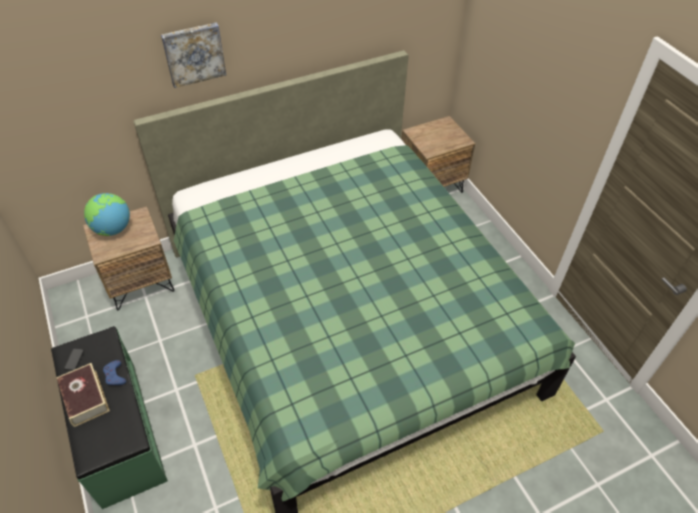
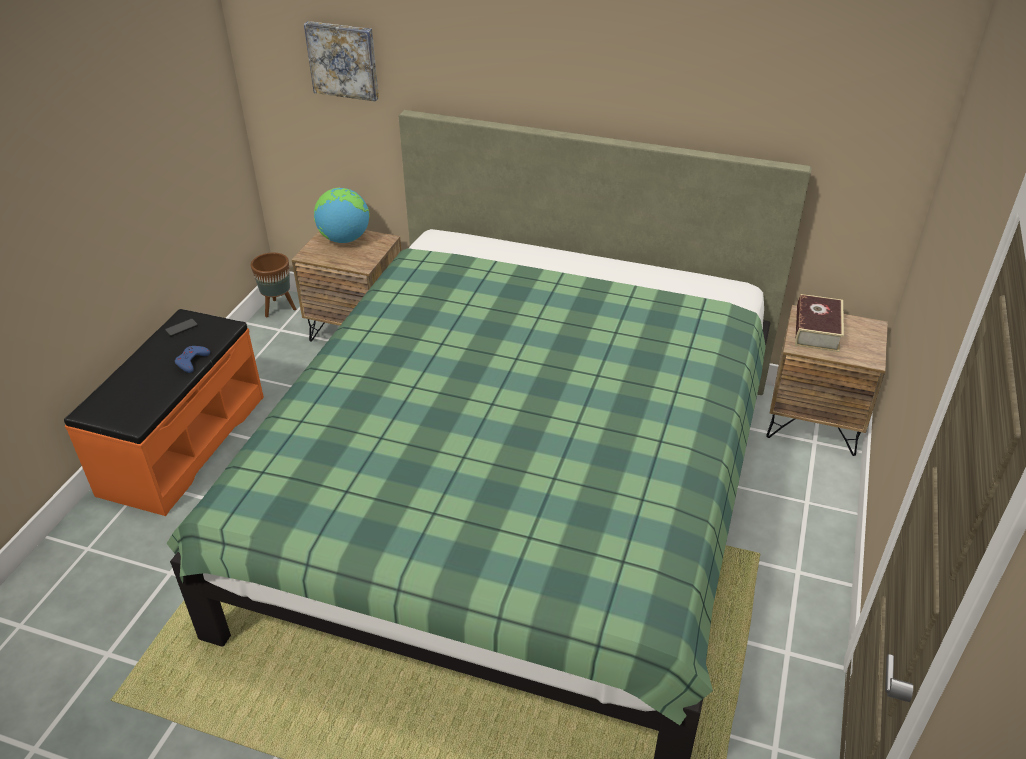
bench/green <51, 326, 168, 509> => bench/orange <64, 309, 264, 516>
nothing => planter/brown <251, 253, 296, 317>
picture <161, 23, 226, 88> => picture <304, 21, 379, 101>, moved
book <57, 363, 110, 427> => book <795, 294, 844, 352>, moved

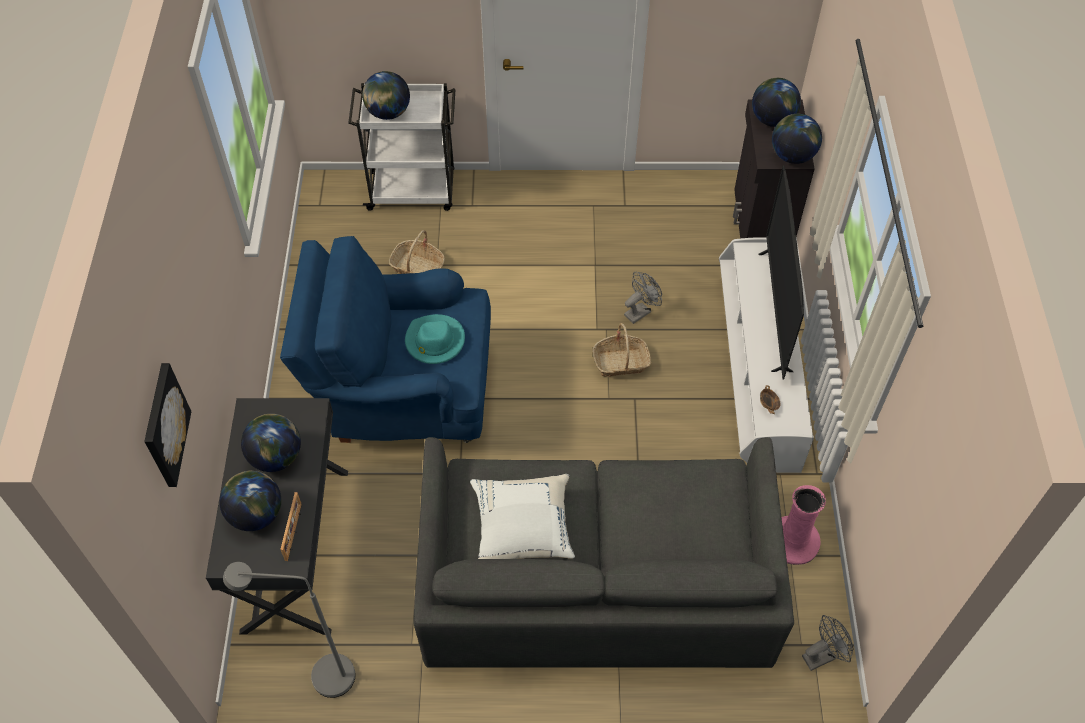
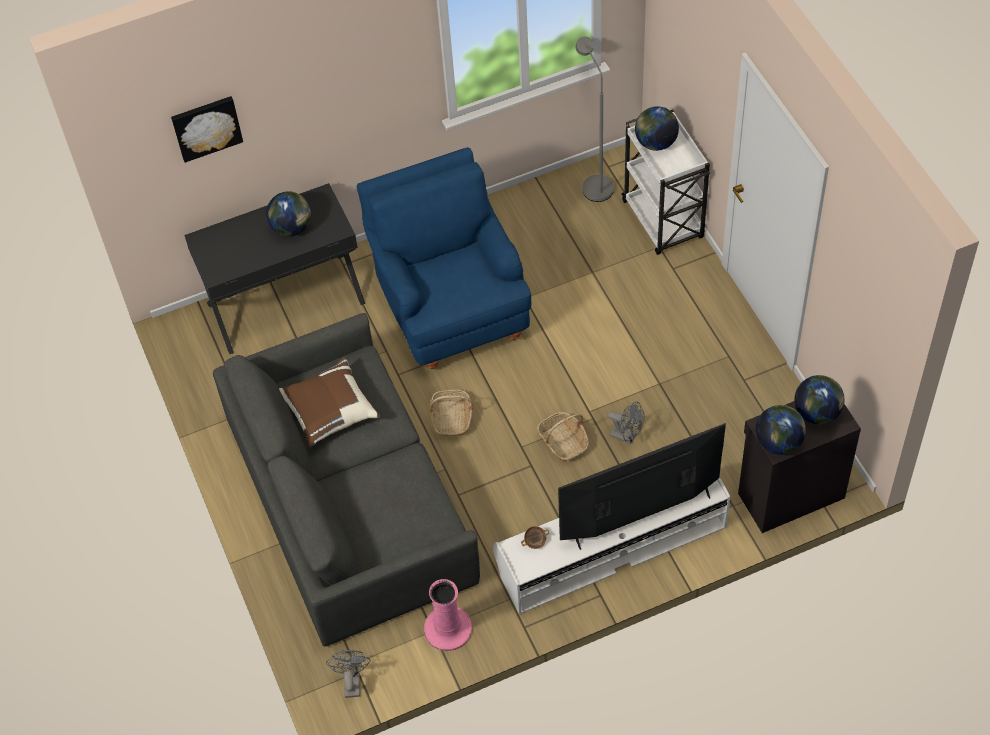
pillow/white <470, 474, 575, 559> => pillow/brown <279, 357, 380, 447>
fan/grey <802, 615, 853, 671> => fan/grey <326, 650, 370, 698>, 135 degrees counterclockwise
basket <389, 230, 445, 274> => basket <430, 390, 473, 436>, moved
floor lamp/grey <223, 562, 356, 698> => floor lamp/grey <575, 37, 614, 202>, moved
globe <219, 471, 281, 531> => nothing
picture frame <280, 492, 302, 561> => nothing
hat/turquoise <405, 314, 465, 364> => nothing

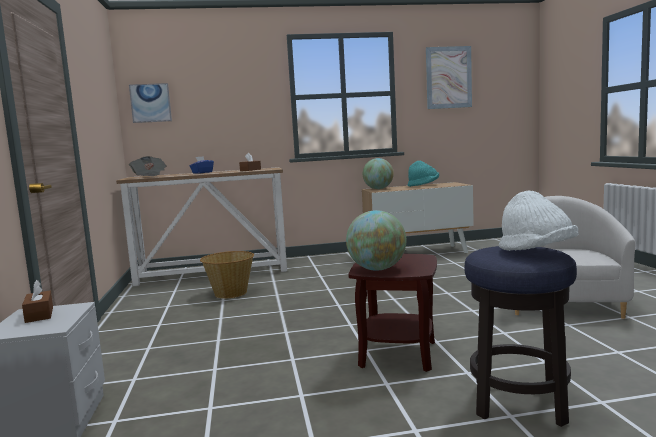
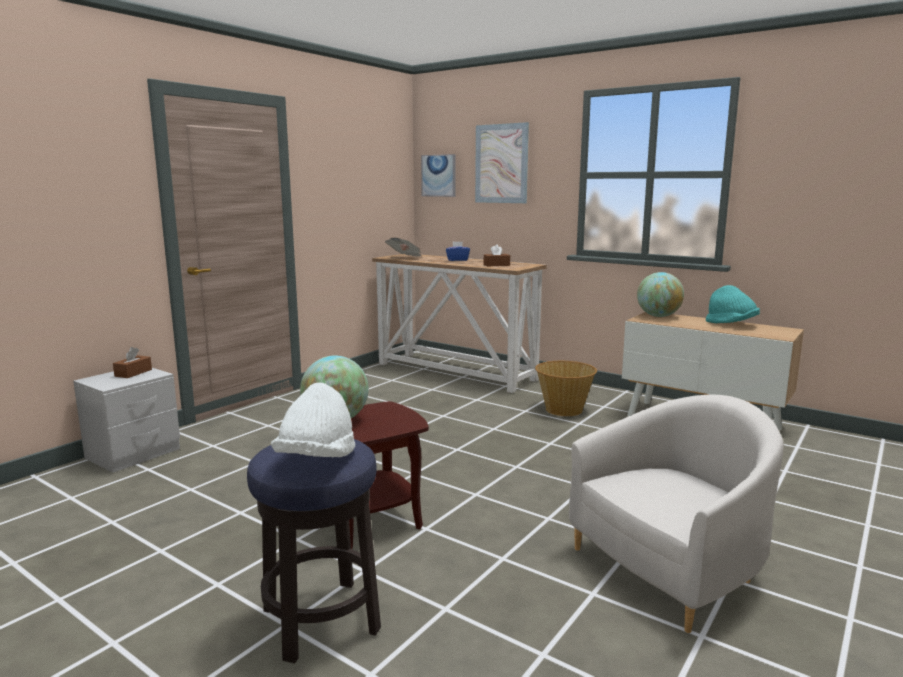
picture <426, 46, 472, 109> => picture <475, 122, 529, 203>, moved
basket <200, 251, 254, 298> => basket <535, 361, 597, 416>, moved

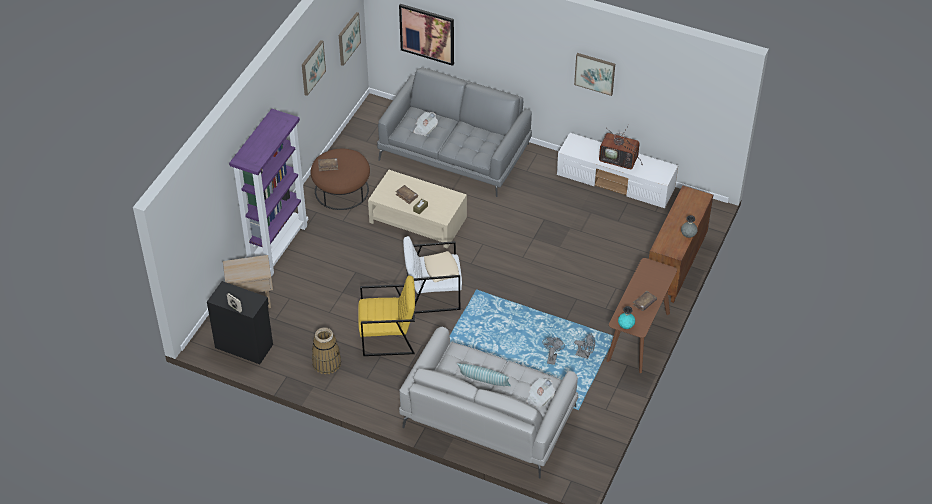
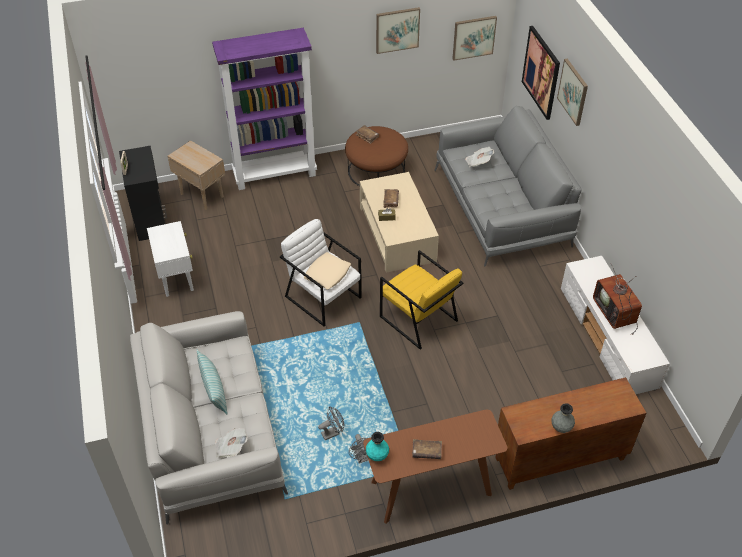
basket <312, 327, 341, 375> => side table/white <147, 221, 194, 297>
armchair/yellow <358, 275, 415, 356> => armchair/yellow <380, 250, 463, 350>, moved
picture <574, 53, 615, 96> => picture <557, 59, 588, 126>, moved

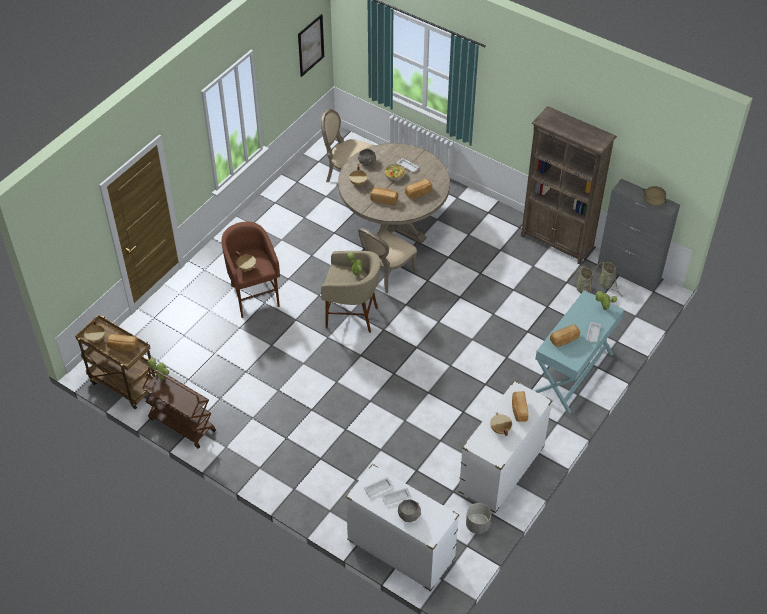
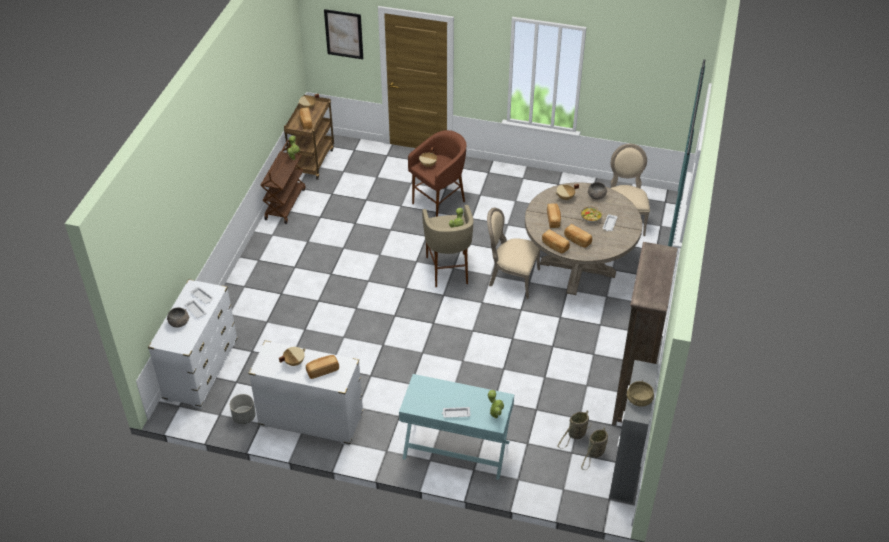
picture <298, 14, 324, 77> => picture <324, 9, 363, 59>, moved
bread <550, 324, 580, 347> => bread <542, 229, 570, 253>, moved

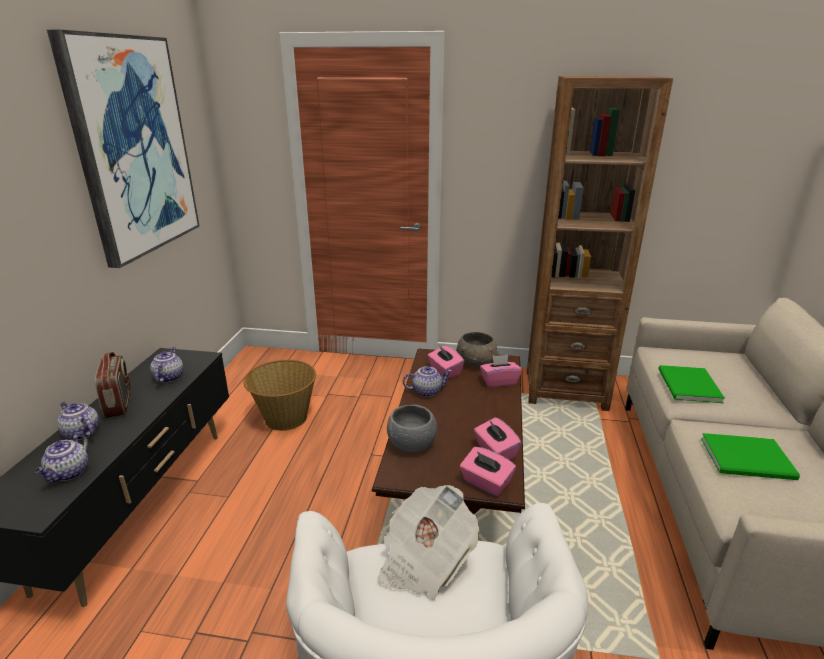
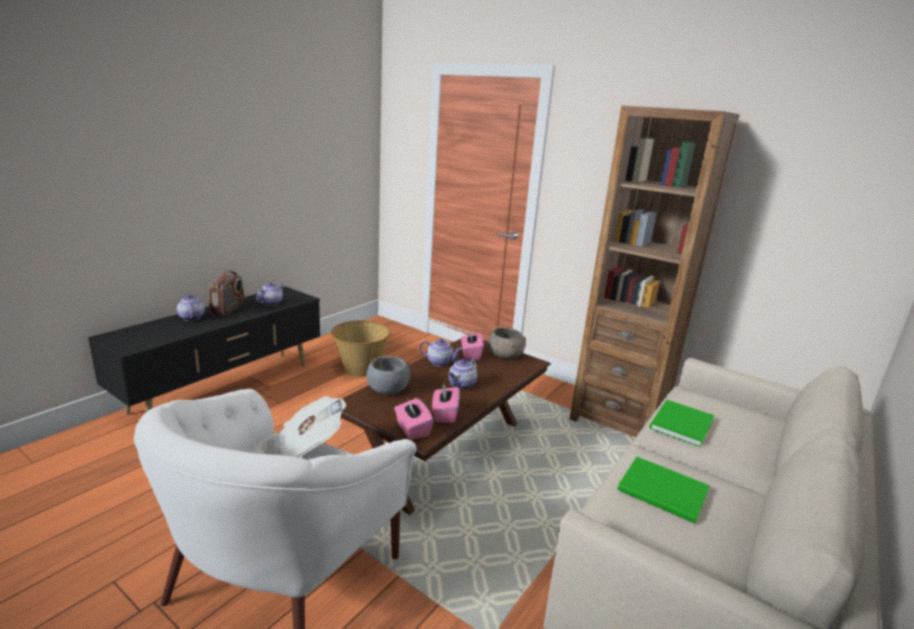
teapot <35, 432, 88, 483> => teapot <449, 358, 477, 389>, moved
picture <47, 30, 200, 268> => nothing
tissue box/pink <480, 355, 522, 387> => nothing

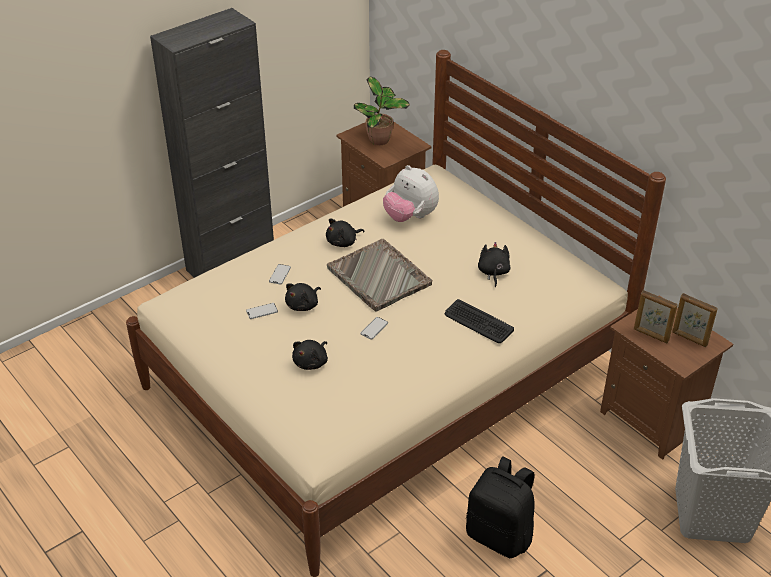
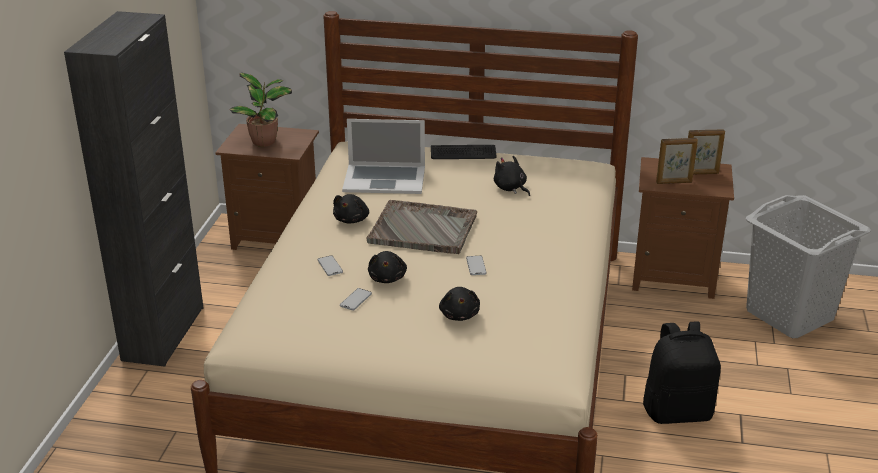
plush toy <383, 165, 439, 222> => laptop <342, 119, 425, 194>
keyboard <445, 299, 514, 343> => keyboard <431, 145, 496, 159>, moved

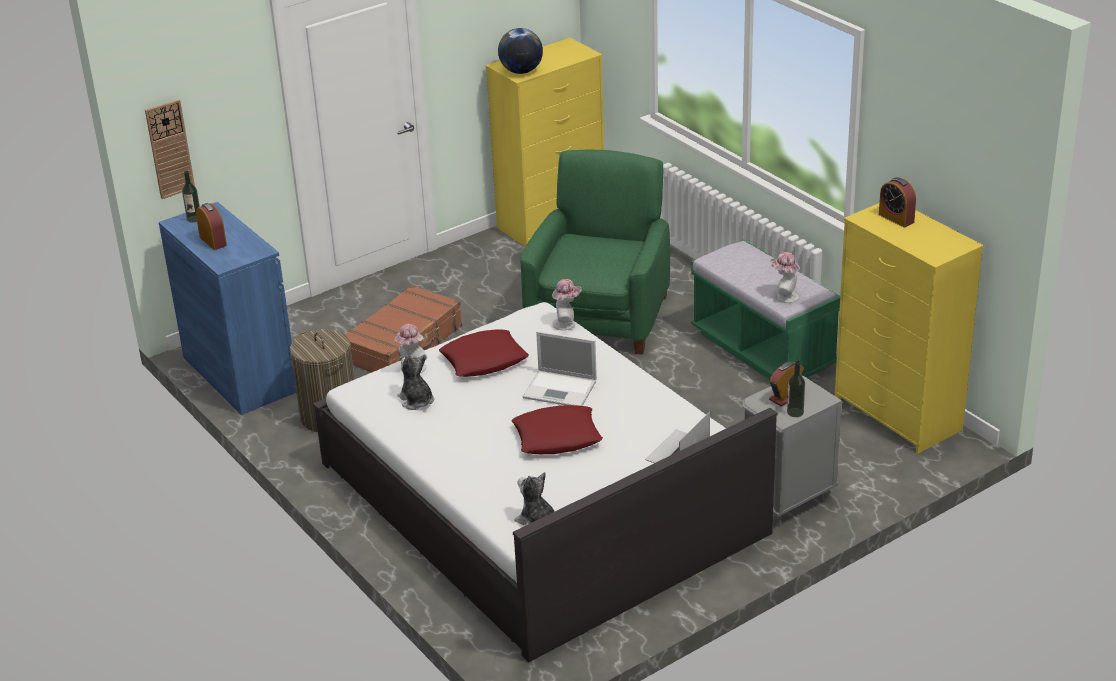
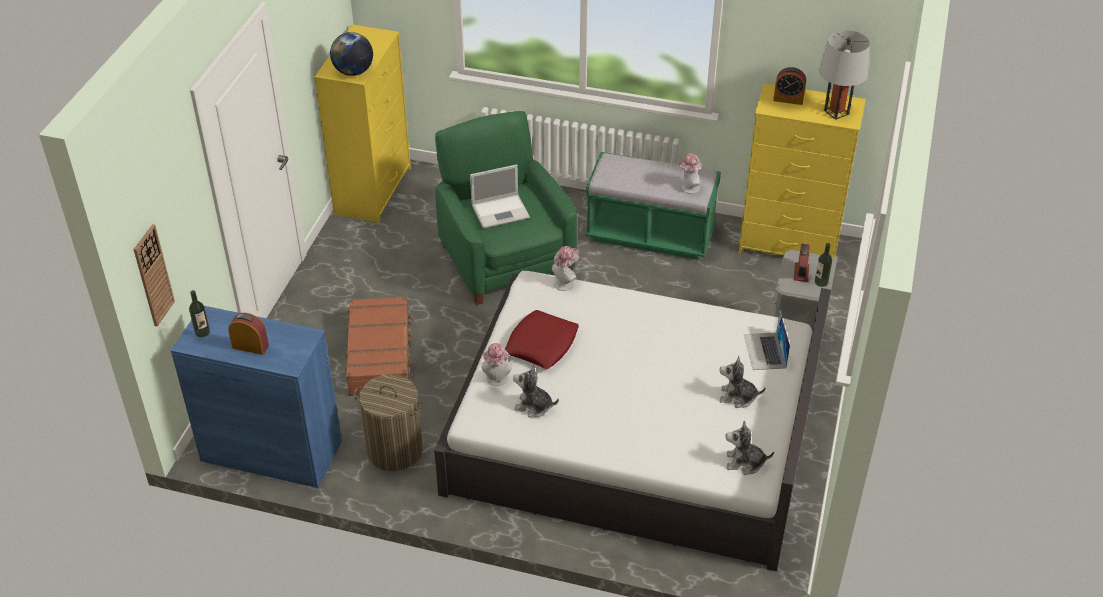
laptop <523, 331, 597, 406> => laptop <470, 164, 530, 229>, moved
nothing => plush toy <720, 356, 766, 408>
nothing => table lamp/grey <819, 30, 870, 120>
pillow/red <512, 405, 603, 454> => nothing

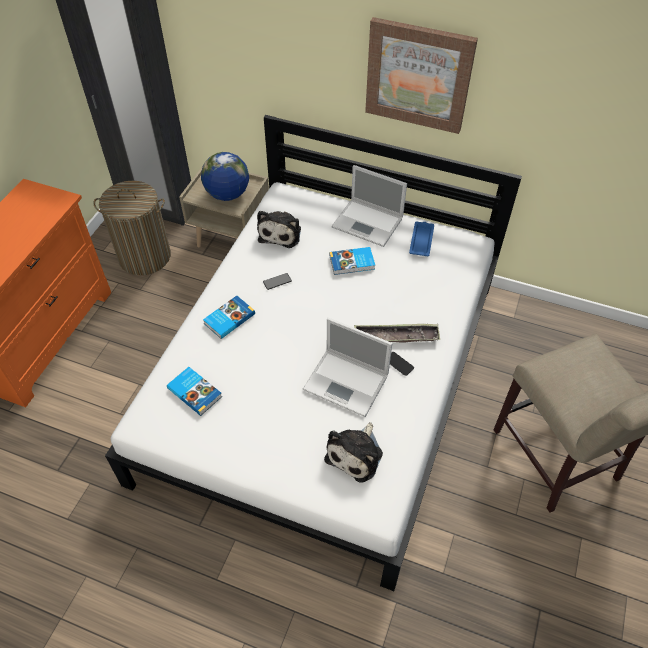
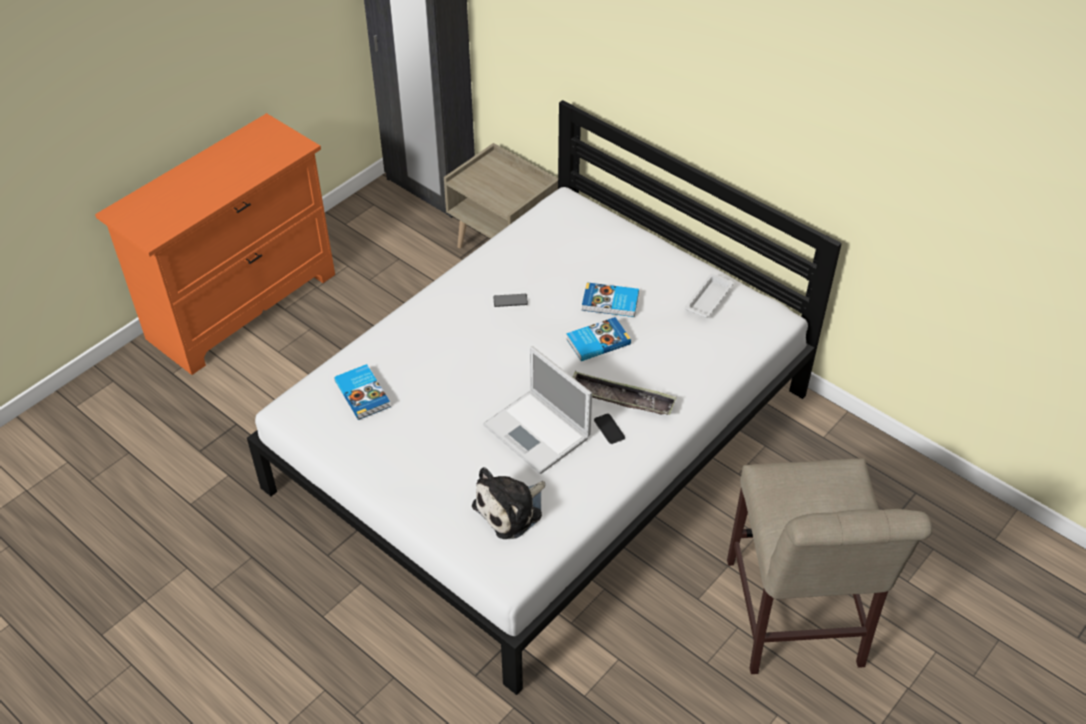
book <203, 296, 255, 339> => book <567, 317, 631, 361>, moved
tray/blue <409, 222, 434, 256> => tray/white <685, 274, 733, 318>
laundry basket <94, 181, 171, 275> => nothing
globe <201, 152, 249, 201> => nothing
plush toy <257, 211, 301, 248> => nothing
laptop <332, 165, 407, 247> => nothing
picture <365, 17, 478, 134> => nothing

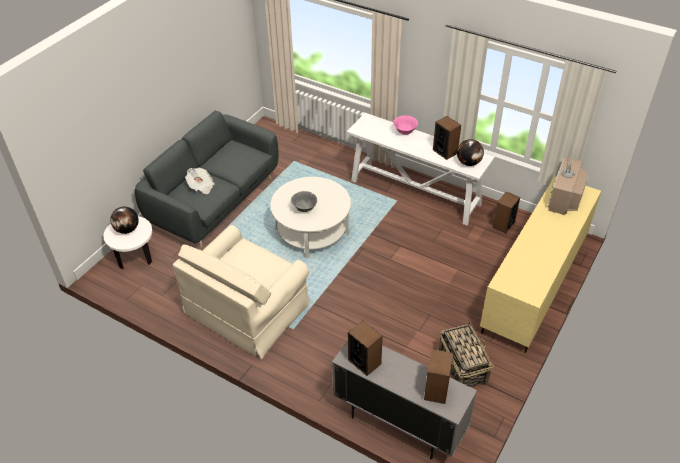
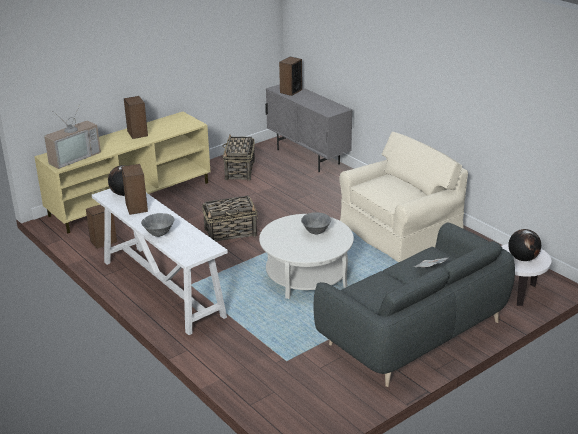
speaker <348, 320, 383, 376> => speaker <124, 96, 148, 139>, moved
bowl/pink <393, 115, 418, 135> => bowl/grey <141, 213, 175, 237>
nothing => basket <202, 196, 258, 241>

